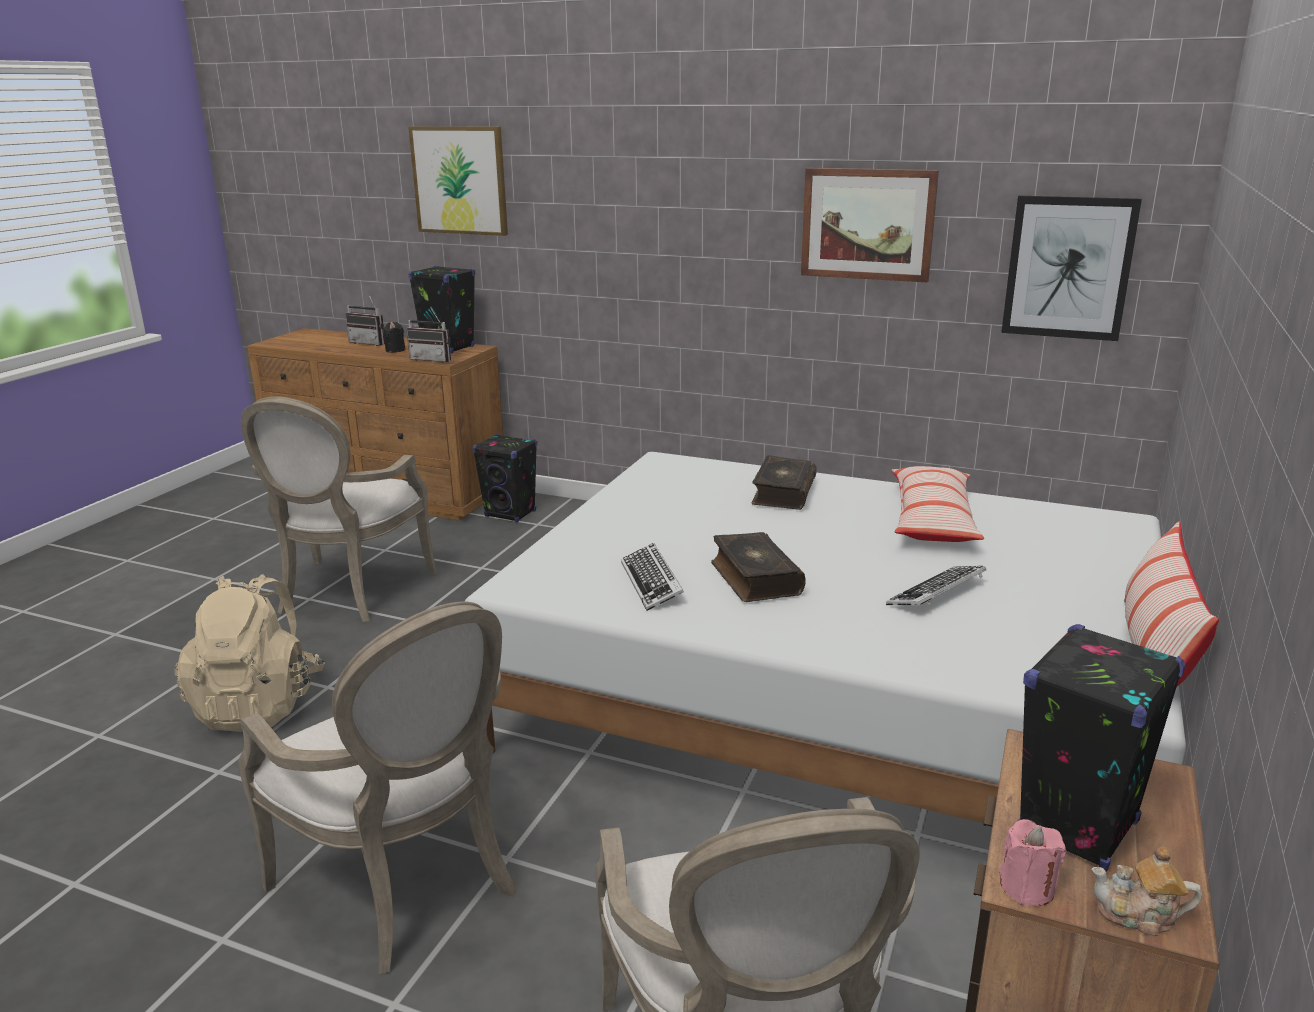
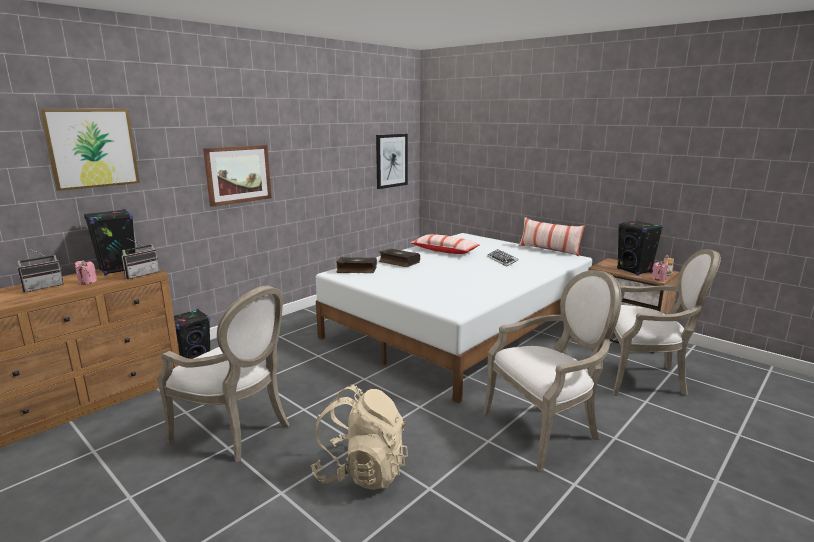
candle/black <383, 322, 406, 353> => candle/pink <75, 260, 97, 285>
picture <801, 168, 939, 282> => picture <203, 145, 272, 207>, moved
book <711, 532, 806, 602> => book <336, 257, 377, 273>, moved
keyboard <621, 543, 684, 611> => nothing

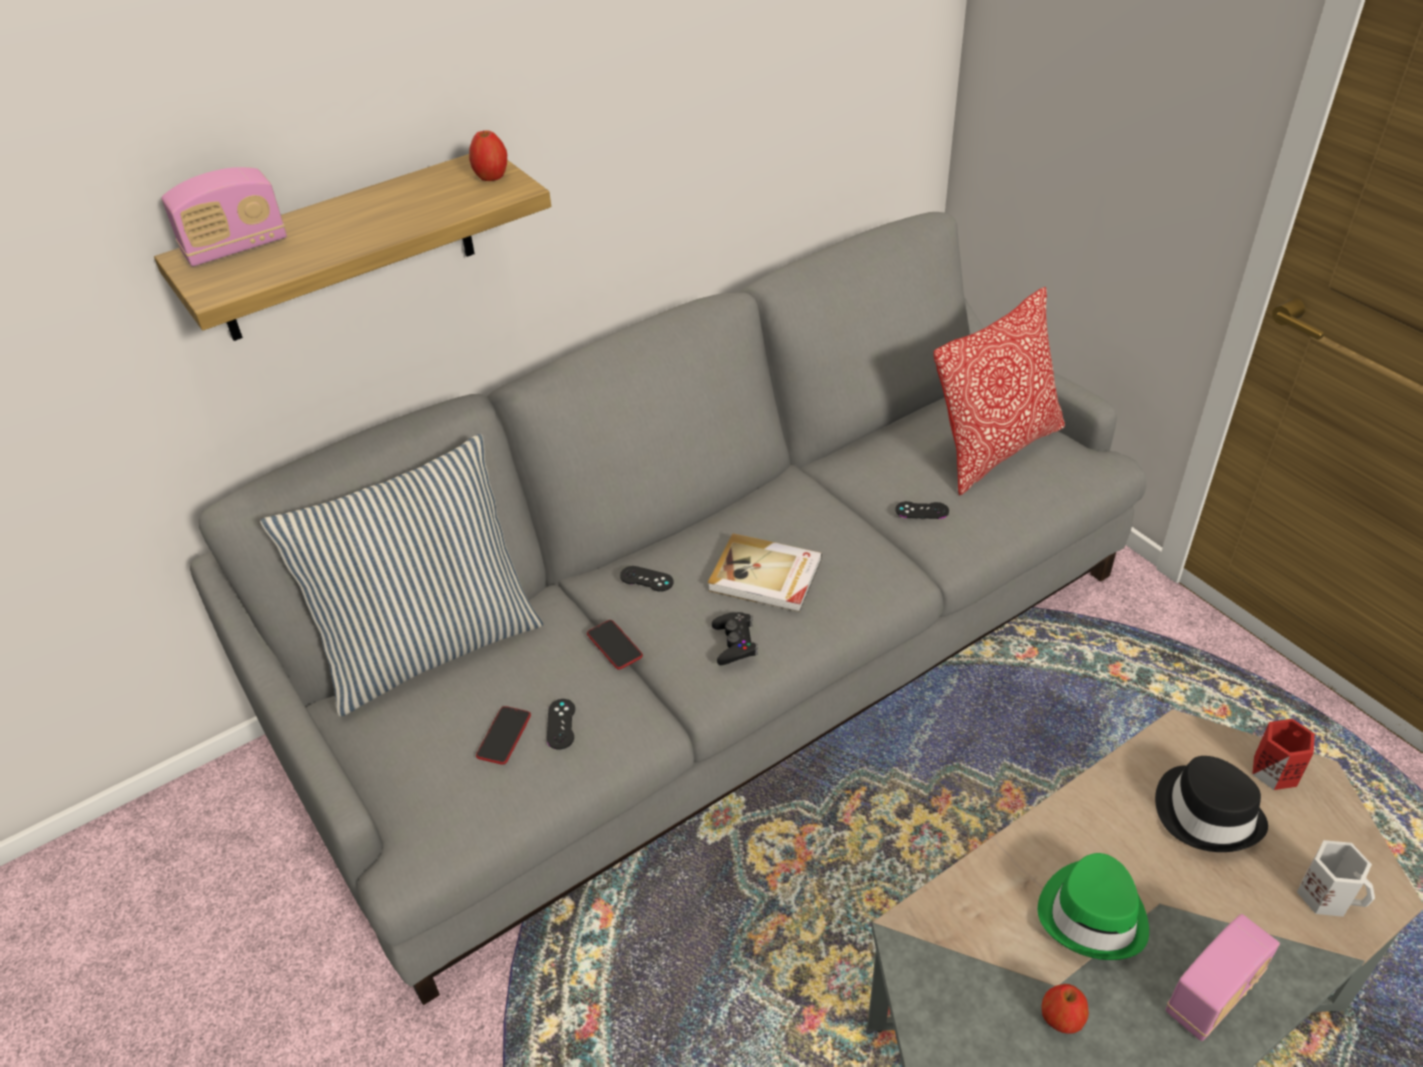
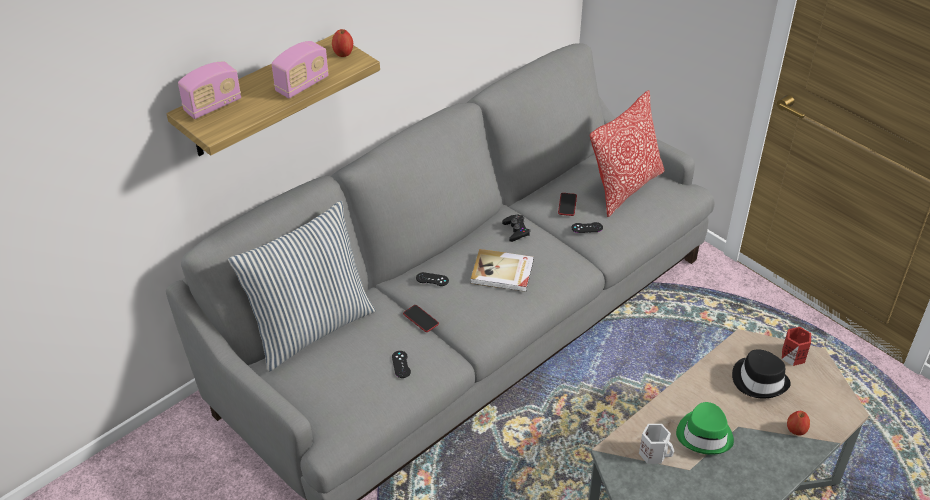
radio <1166, 914, 1280, 1041> => radio <272, 41, 329, 99>, moved
game controller/black <712, 612, 758, 665> => game controller/black <502, 215, 530, 242>, moved
phone <476, 706, 531, 765> => phone <558, 193, 577, 216>, moved
mug/white <1297, 840, 1375, 917> => mug/white <639, 424, 675, 464>, moved
apple <1041, 984, 1089, 1034> => apple <787, 411, 810, 435>, moved

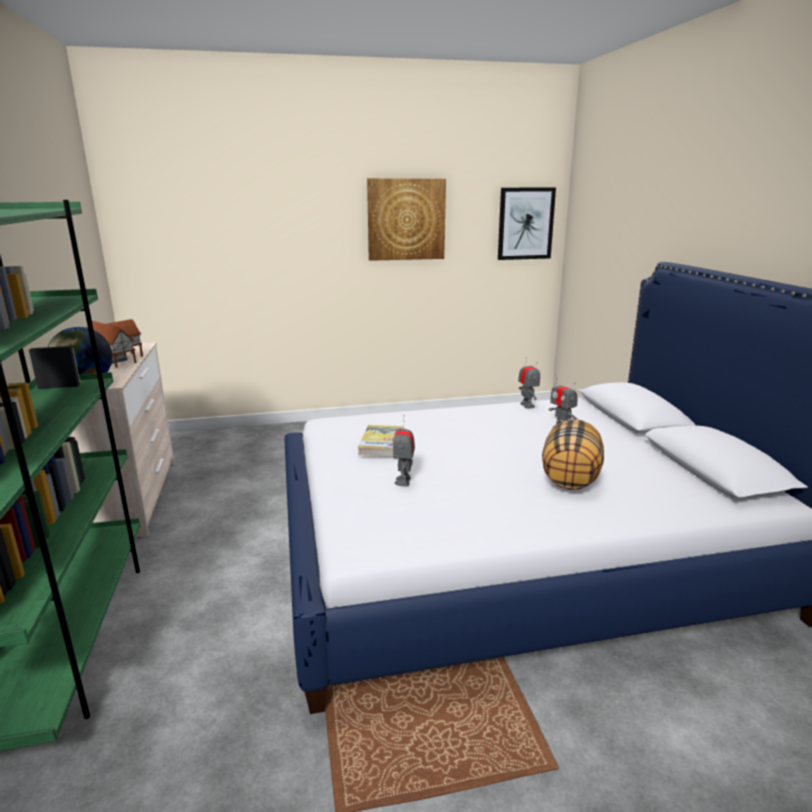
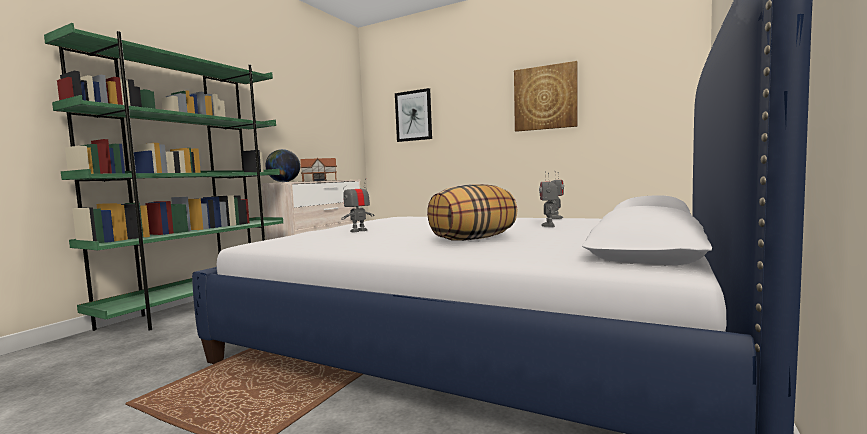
picture <498, 187, 556, 260> => picture <395, 88, 432, 142>, moved
book <357, 425, 404, 457> => nothing

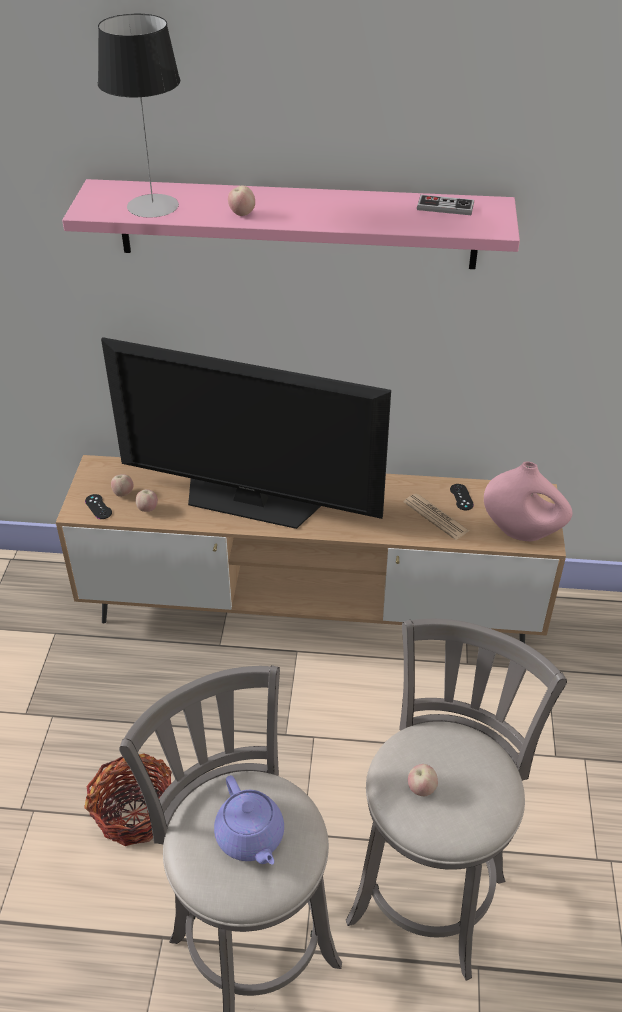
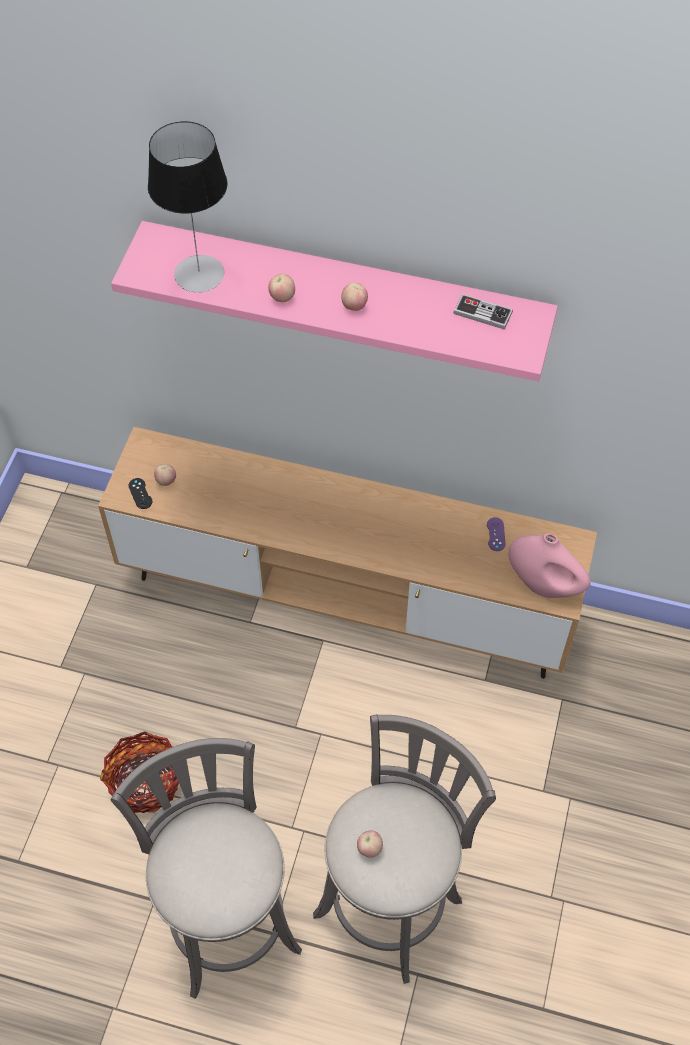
apple <136, 489, 158, 512> => apple <341, 283, 368, 311>, moved
game controller/black <450, 484, 474, 510> => game controller/purple <487, 517, 506, 551>
television <101, 337, 391, 529> => nothing
teapot/purple <214, 775, 284, 864> => nothing
newspaper <404, 494, 469, 540> => nothing

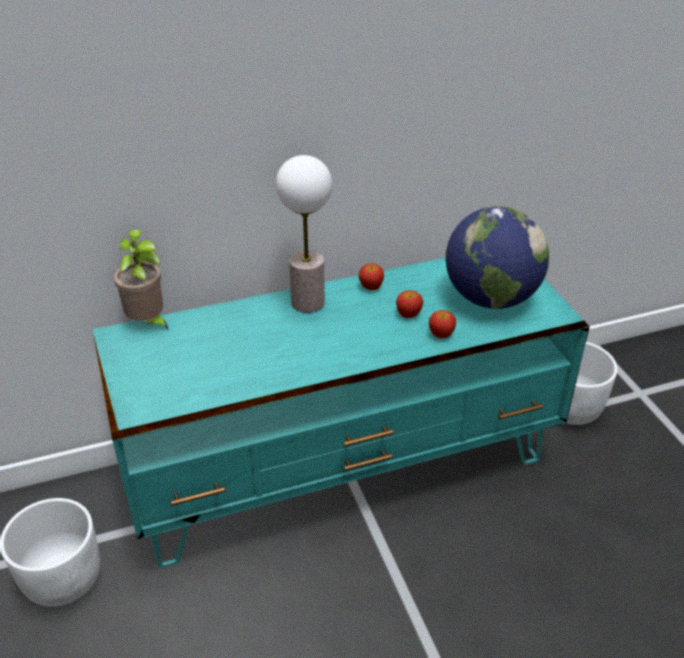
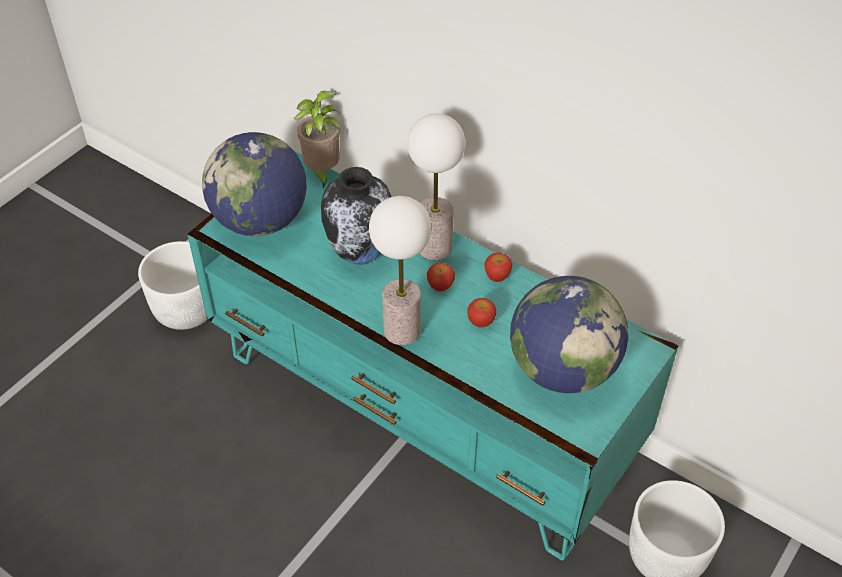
nothing => globe <202, 132, 307, 236>
nothing => vase <321, 167, 392, 265>
nothing => table lamp <369, 196, 431, 345>
apple <429, 310, 456, 338> => apple <427, 263, 455, 291>, moved

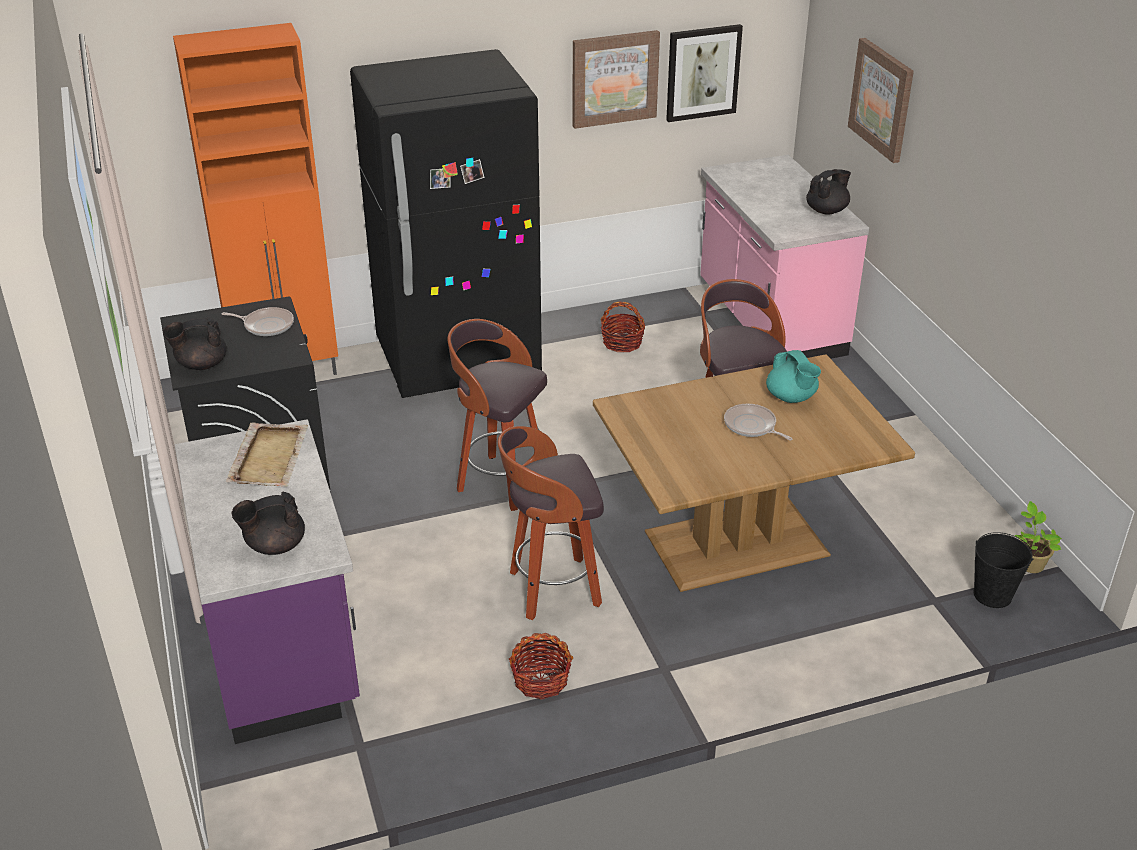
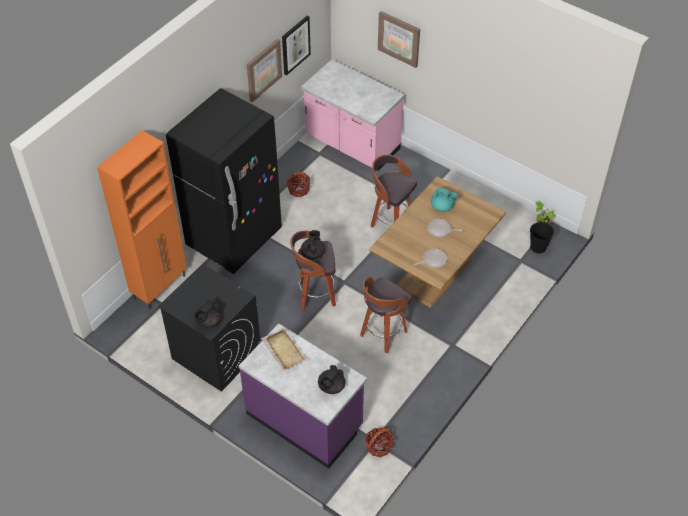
teapot/black <806, 169, 851, 215> => teapot/black <301, 230, 325, 260>, moved
basket <509, 633, 573, 699> => basket <365, 428, 394, 457>, moved
frying pan <222, 307, 294, 336> => frying pan <413, 249, 447, 268>, moved

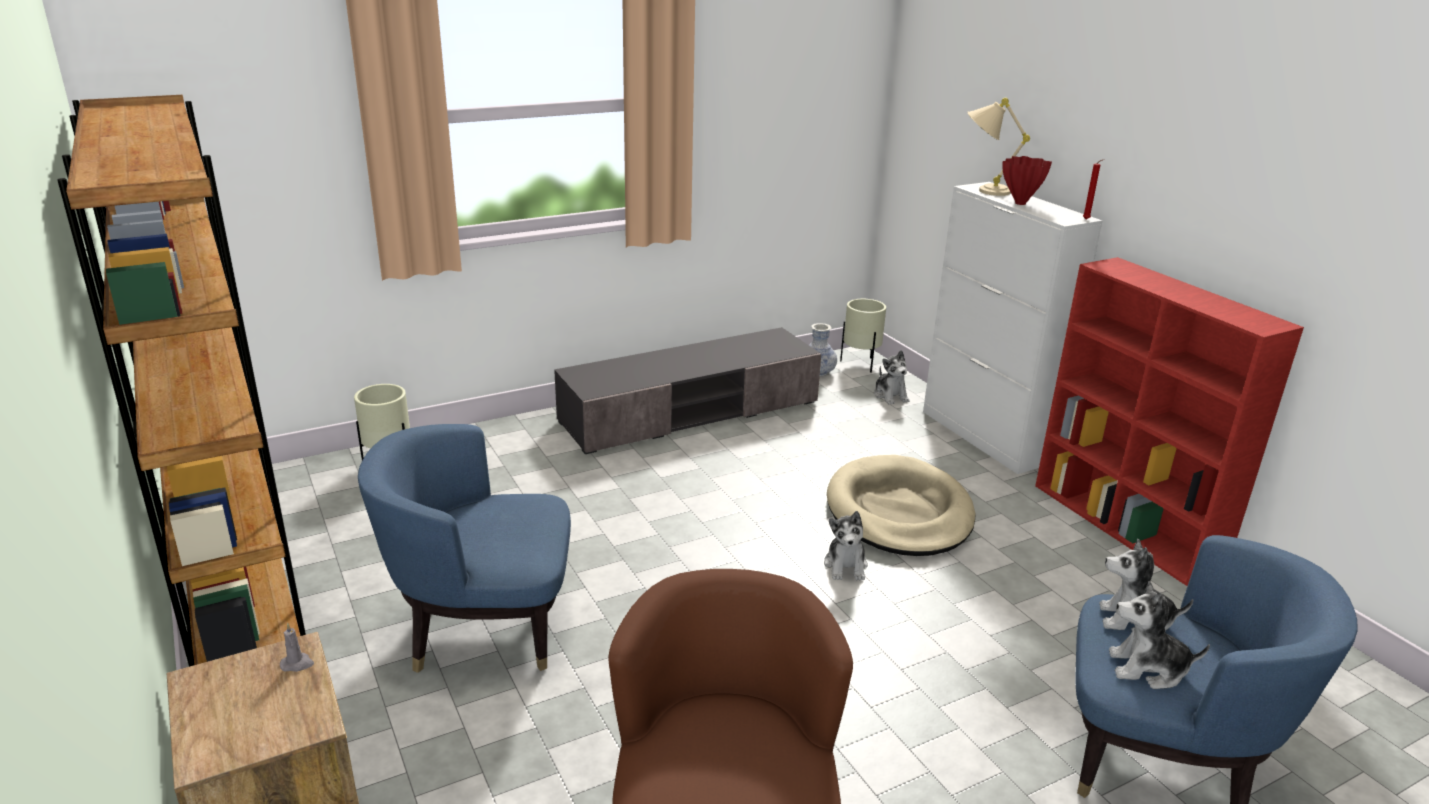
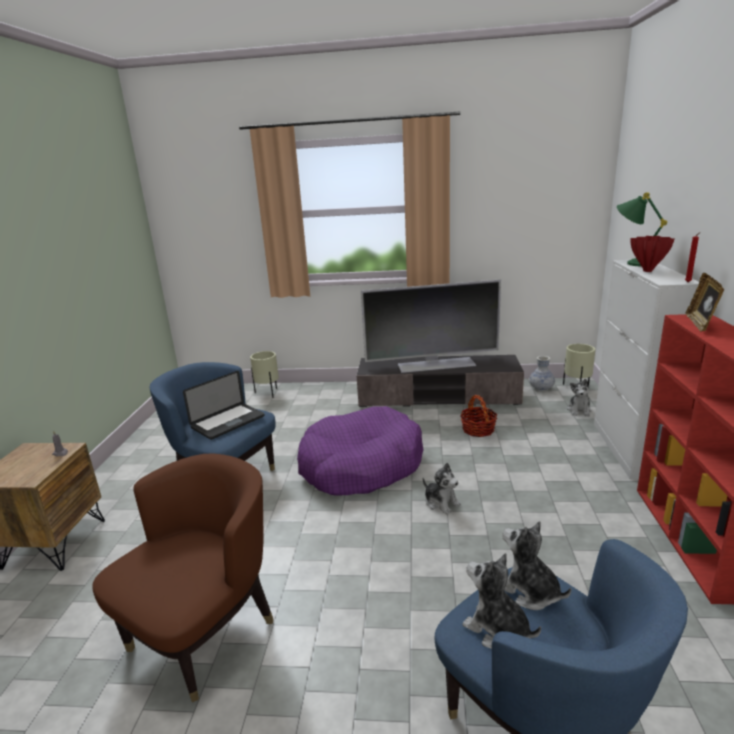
nothing => laptop <183, 371, 265, 440>
nothing => dog bed/purple <297, 406, 423, 496>
nothing => television <361, 279, 501, 373>
plush toy <824, 511, 868, 581> => plush toy <423, 463, 461, 514>, 75 degrees counterclockwise
nothing => basket <460, 395, 497, 437>
table lamp/beige <967, 98, 1030, 196> => table lamp/green <617, 192, 667, 266>
nothing => picture frame <685, 273, 724, 332>
bookcase/brown <57, 95, 306, 667> => nothing
dog bed/beige <827, 455, 975, 556> => nothing

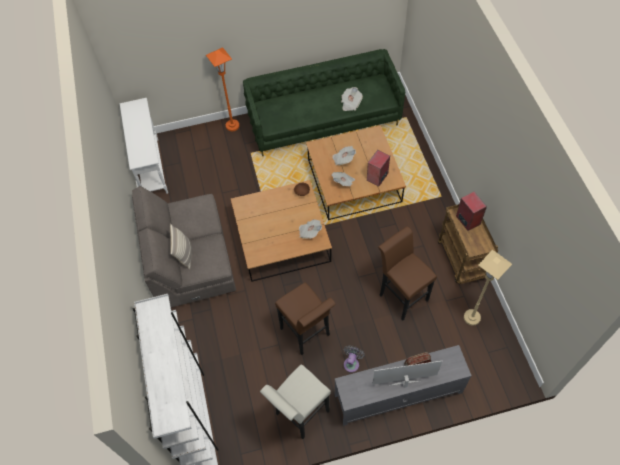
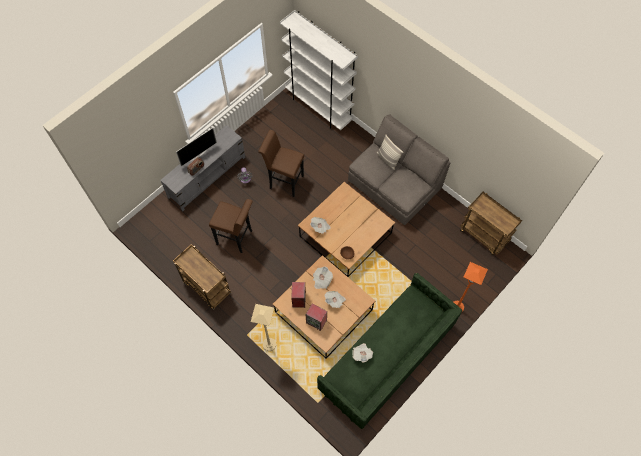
floor lamp/beige <464, 250, 512, 326> => floor lamp/beige <251, 304, 276, 351>, moved
speaker <456, 192, 487, 231> => speaker <306, 303, 327, 331>, moved
console table/white <120, 98, 168, 194> => cart/brown <460, 192, 522, 255>
stool/white <260, 364, 331, 439> => nothing

